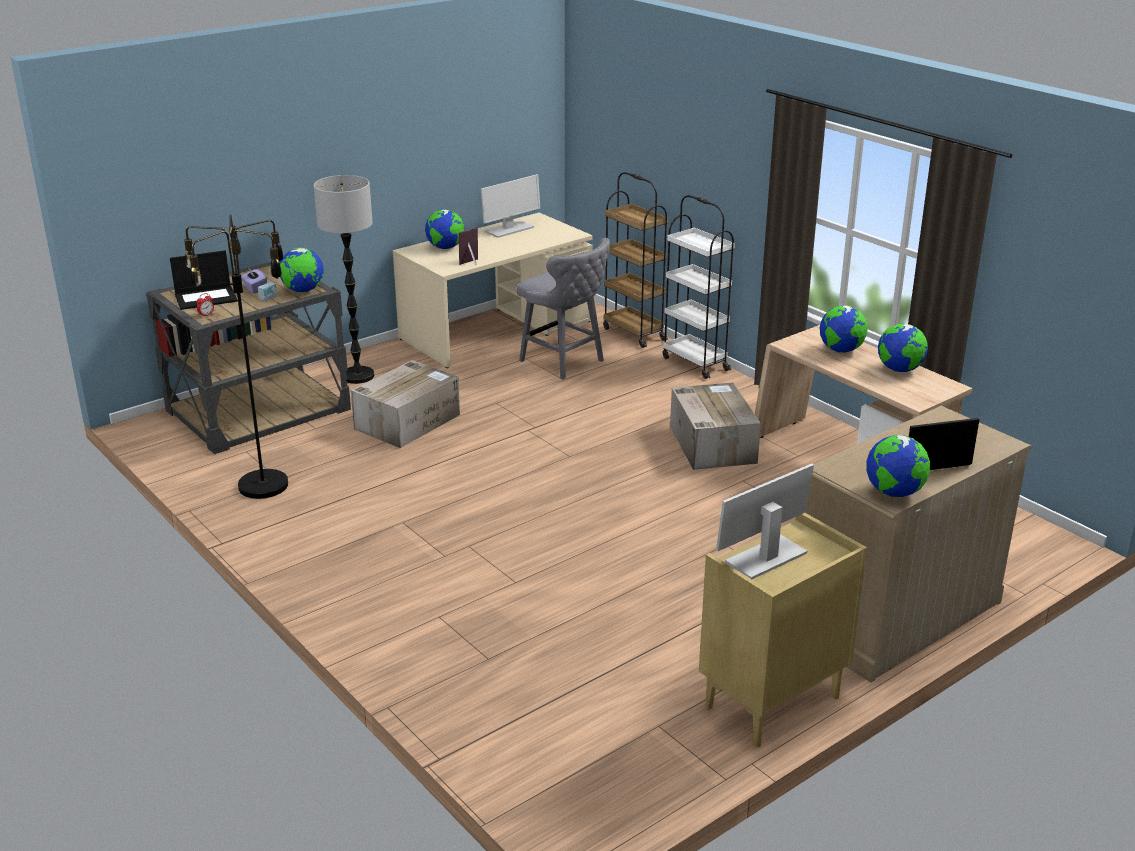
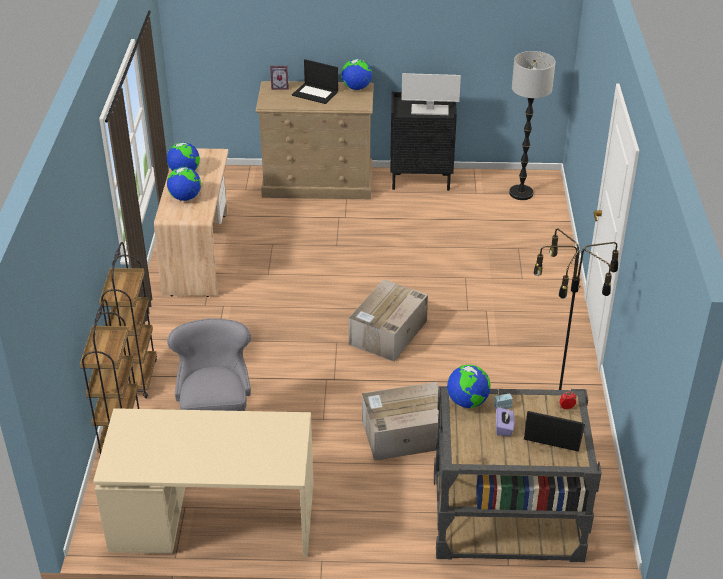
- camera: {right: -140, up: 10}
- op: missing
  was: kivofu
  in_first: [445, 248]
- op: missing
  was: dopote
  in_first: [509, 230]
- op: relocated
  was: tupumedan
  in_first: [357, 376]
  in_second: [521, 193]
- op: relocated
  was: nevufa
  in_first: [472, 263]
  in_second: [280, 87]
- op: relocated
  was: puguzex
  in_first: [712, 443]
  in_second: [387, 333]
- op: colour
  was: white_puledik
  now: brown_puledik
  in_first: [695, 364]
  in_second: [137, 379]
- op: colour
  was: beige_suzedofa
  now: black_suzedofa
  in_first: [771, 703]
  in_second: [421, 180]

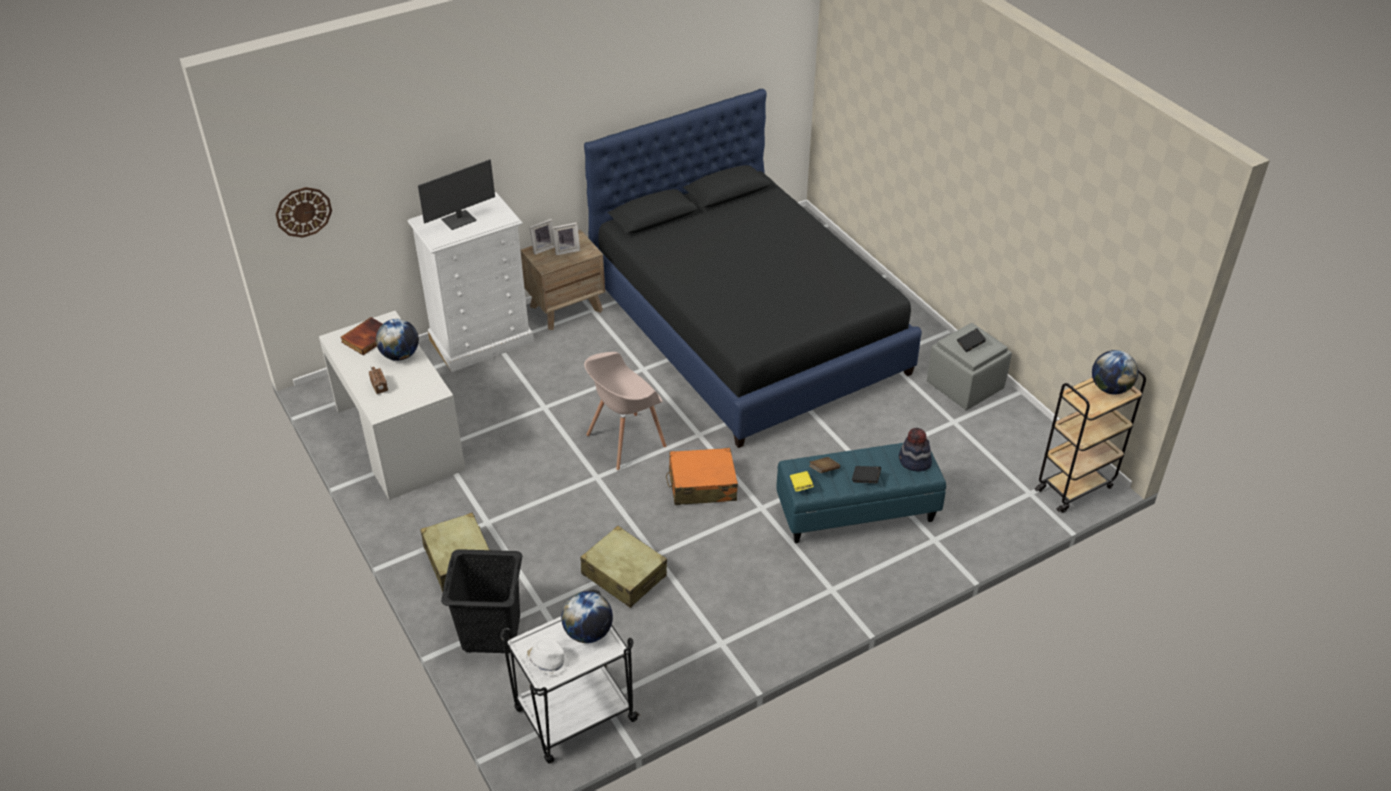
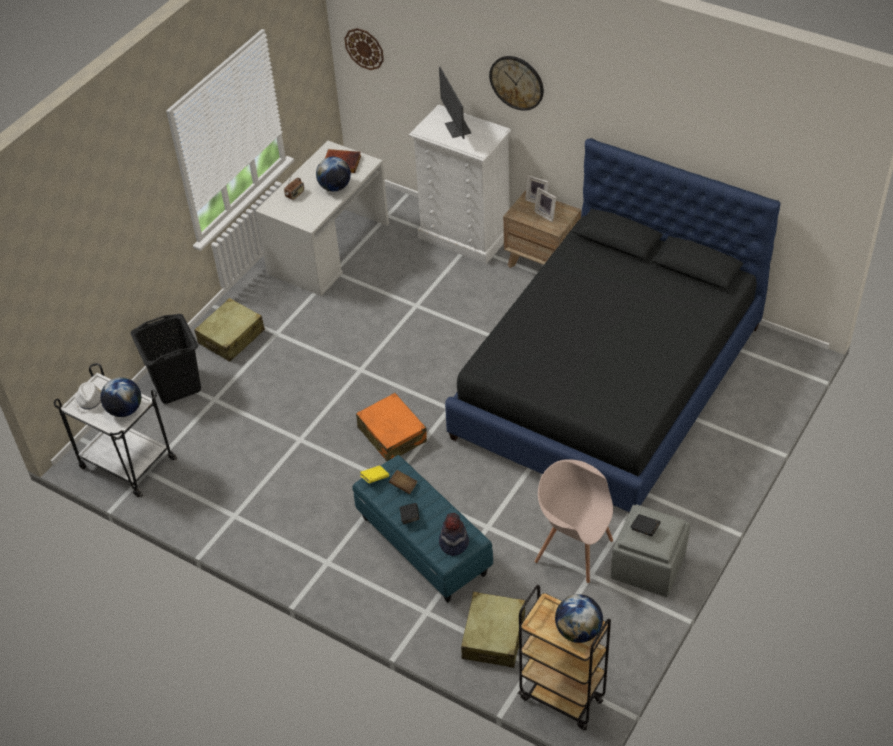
- camera: {right: 65, up: 5}
- op: appeared
  now: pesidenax
  in_second: [517, 82]
- op: relocated
  was: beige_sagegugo
  in_first: [624, 575]
  in_second: [494, 636]
- op: relocated
  was: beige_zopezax
  in_first: [625, 441]
  in_second: [573, 550]
- op: spun
  was: dopote
  in_first: [459, 220]
  in_second: [457, 128]
  clockwise: 45

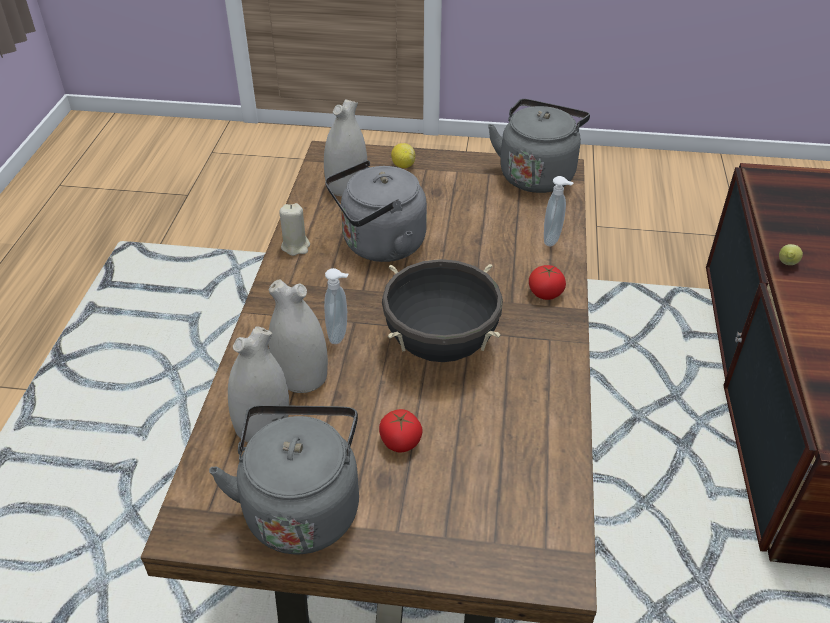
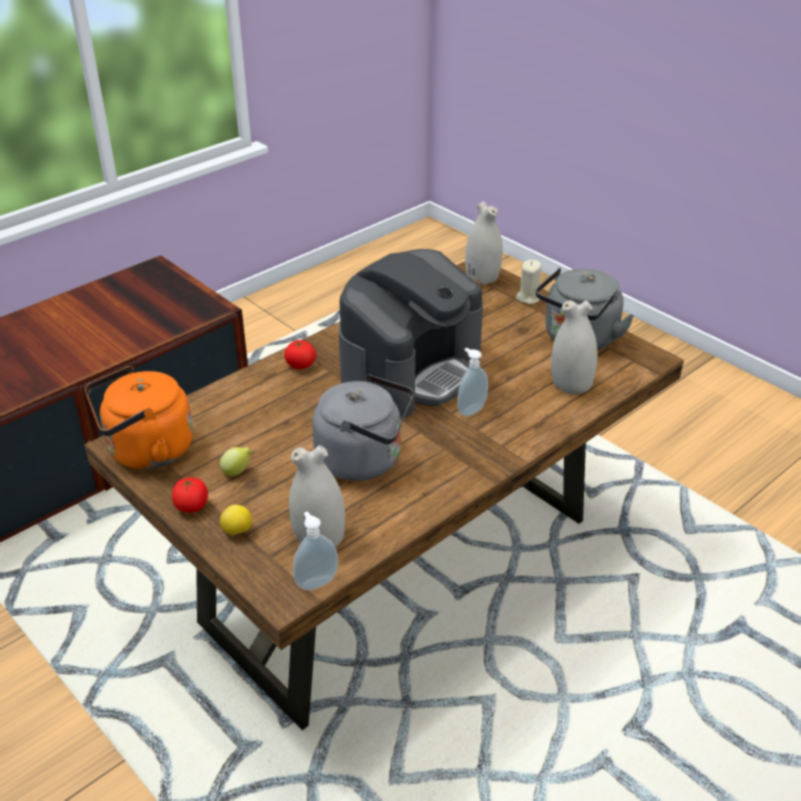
- camera: {right: -140, up: -5}
- op: relocated
  was: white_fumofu
  in_first: [301, 376]
  in_second: [482, 278]
- op: relocated
  was: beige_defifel
  in_first: [296, 246]
  in_second: [528, 298]
- op: relocated
  was: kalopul
  in_first: [400, 442]
  in_second: [191, 506]
- op: relocated
  was: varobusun
  in_first: [553, 240]
  in_second: [315, 581]
- op: relocated
  was: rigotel
  in_first: [786, 264]
  in_second: [237, 471]
- op: exchanged
  was: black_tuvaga
  now: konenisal
  in_first: [441, 345]
  in_second: [411, 371]
- op: colour
  was: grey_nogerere
  now: orange_nogerere
  in_first: [537, 174]
  in_second: [146, 451]

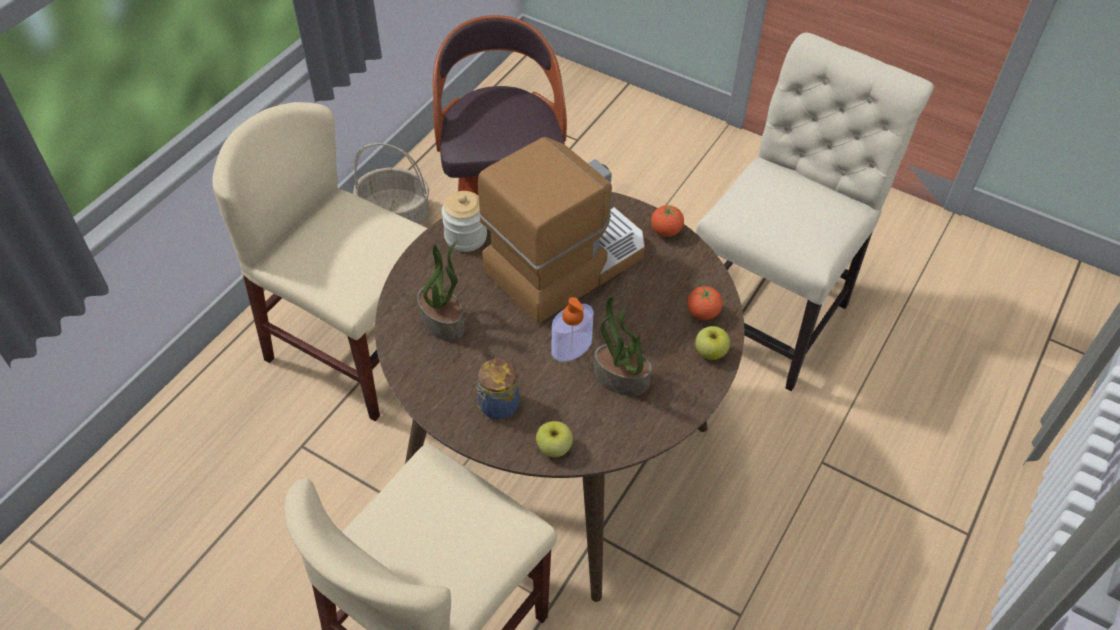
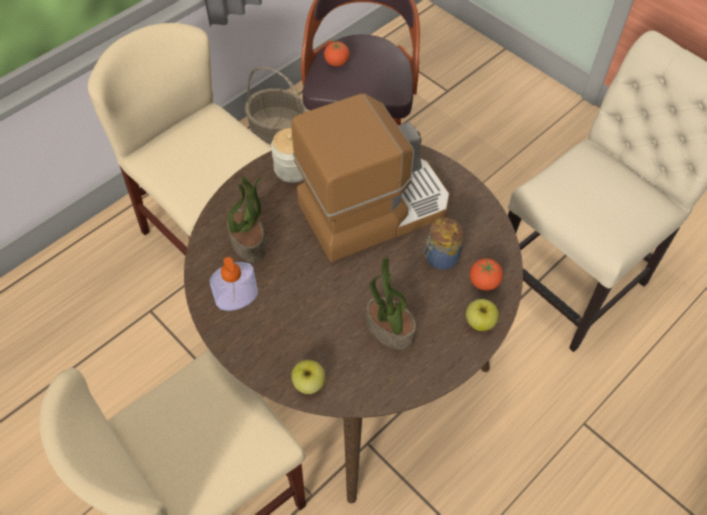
- camera: {right: 15, up: 5}
- op: relocated
  was: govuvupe
  in_first: [497, 406]
  in_second: [440, 258]
- op: relocated
  was: varobusun
  in_first: [571, 347]
  in_second: [237, 298]
- op: relocated
  was: kalopul
  in_first: [666, 231]
  in_second: [337, 63]

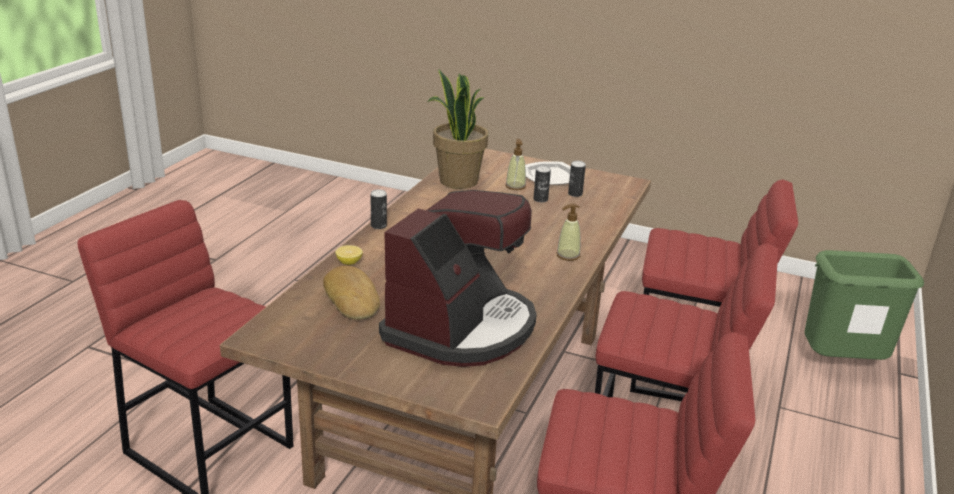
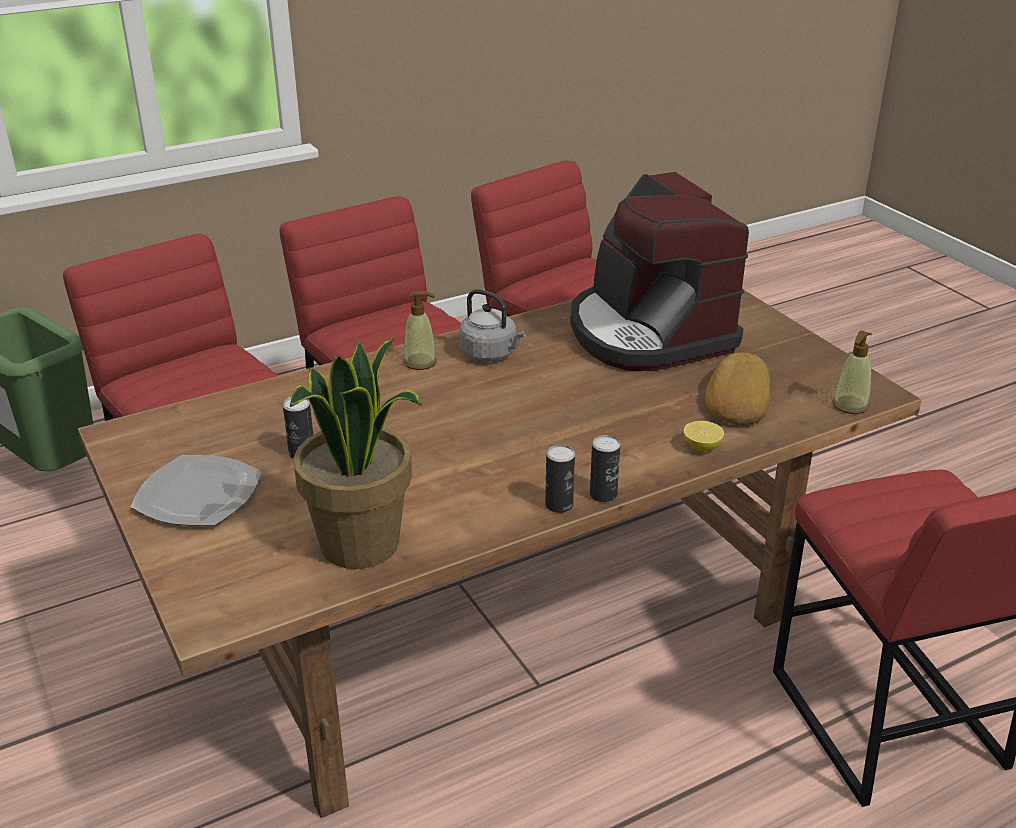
- camera: {right: -140, up: 5}
- op: appeared
  now: grey_nogerere
  in_second: [491, 354]
- op: relocated
  was: varobusun
  in_first: [515, 186]
  in_second: [850, 405]
- op: relocated
  was: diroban
  in_first: [575, 194]
  in_second: [559, 505]
- op: spun
  was: konenisal
  in_first: [461, 328]
  in_second: [648, 333]
  clockwise: -90

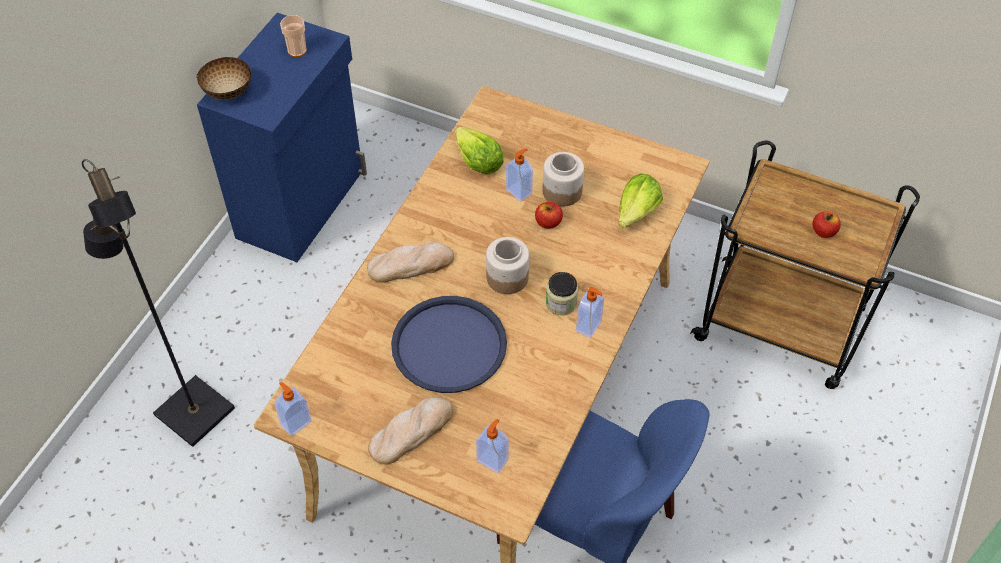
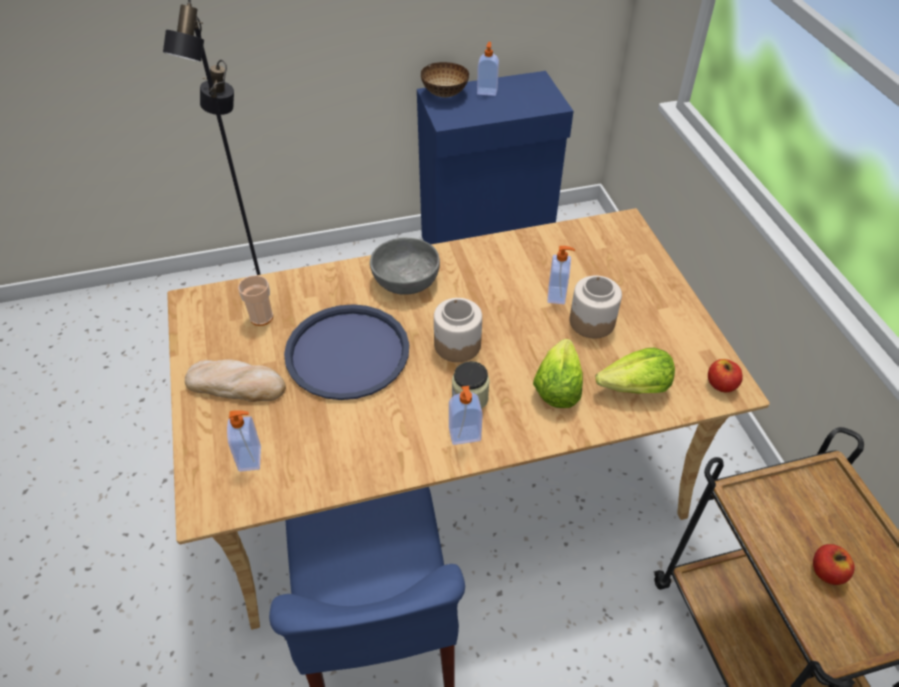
- camera: {right: 50, up: -5}
- op: relocated
  was: varobusun
  in_first: [295, 422]
  in_second: [487, 91]
- op: relocated
  was: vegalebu
  in_first: [297, 50]
  in_second: [261, 317]
- op: relocated
  was: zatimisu
  in_first: [477, 162]
  in_second: [557, 387]
- op: relocated
  was: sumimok
  in_first: [548, 222]
  in_second: [721, 384]
- op: exchanged
  was: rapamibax
  now: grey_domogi
  in_first: [411, 264]
  in_second: [405, 280]

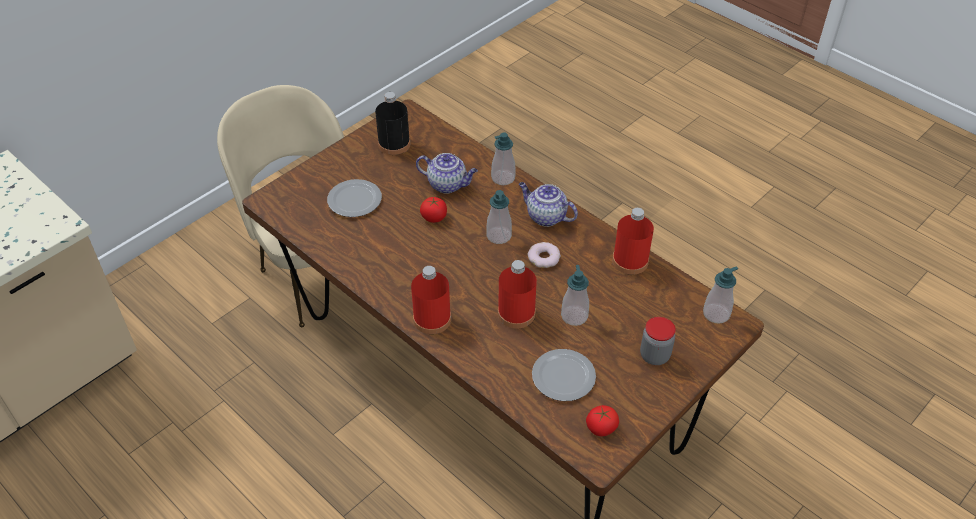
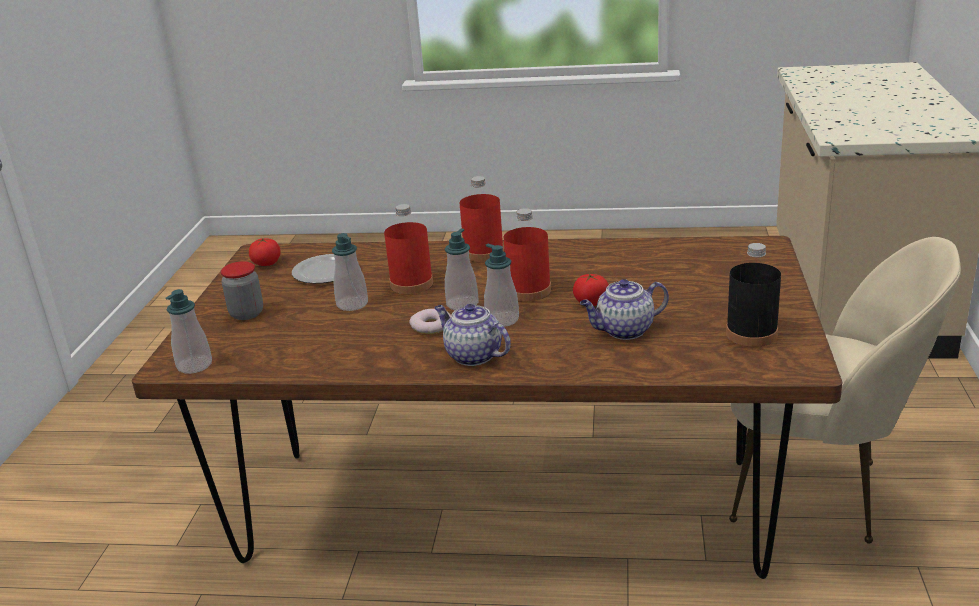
- camera: {right: 145, up: -20}
- op: missing
  was: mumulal
  in_first: [353, 200]
- op: relocated
  was: varobusun
  in_first: [503, 178]
  in_second: [462, 304]
- op: relocated
  was: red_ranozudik
  in_first: [630, 261]
  in_second: [528, 291]
- op: spun
  was: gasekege
  in_first: [545, 217]
  in_second: [472, 355]
  clockwise: -135

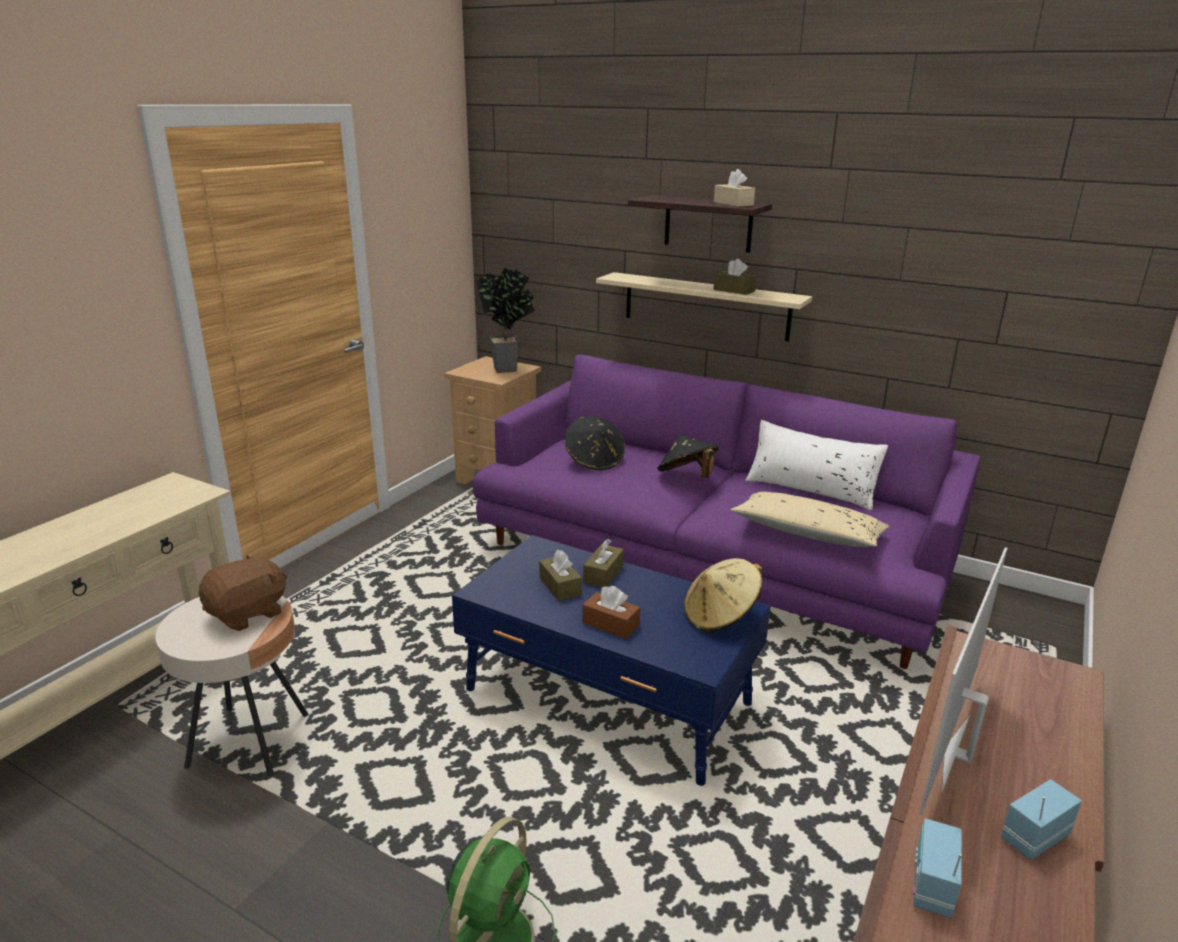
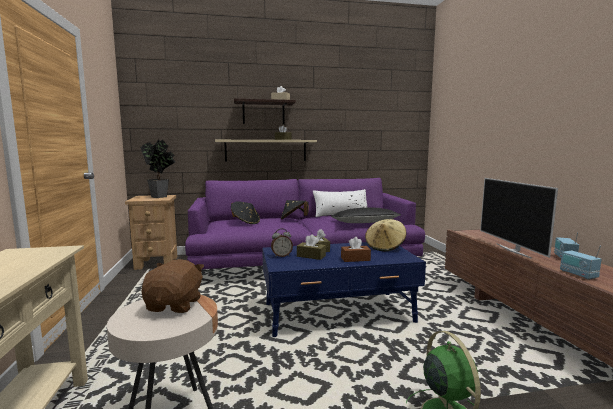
- camera: {right: -40, up: -15}
- op: appeared
  now: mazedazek
  in_second: [281, 256]
- op: colour
  was: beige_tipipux
  now: black_tipipux
  in_first: [807, 533]
  in_second: [364, 223]

